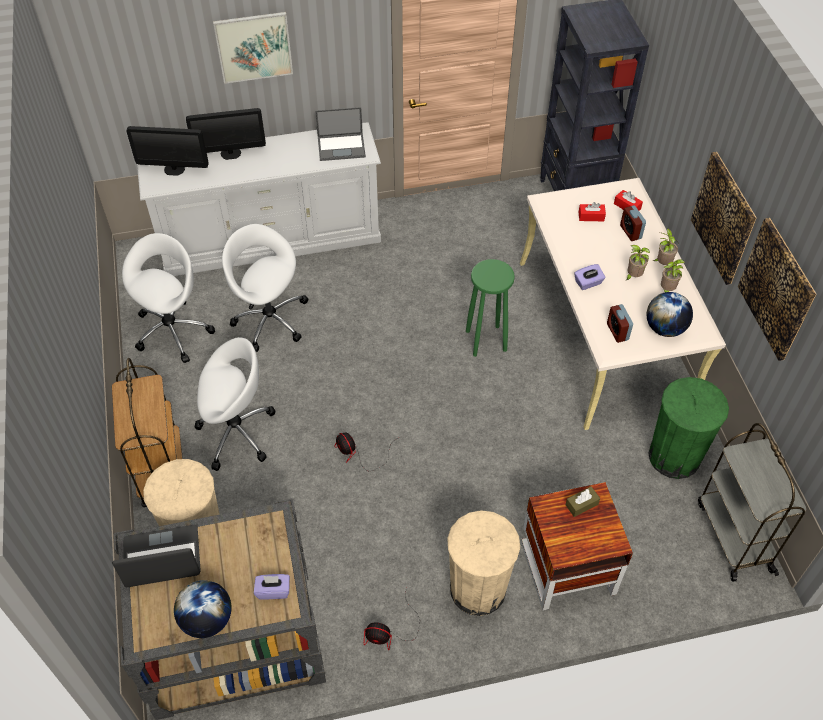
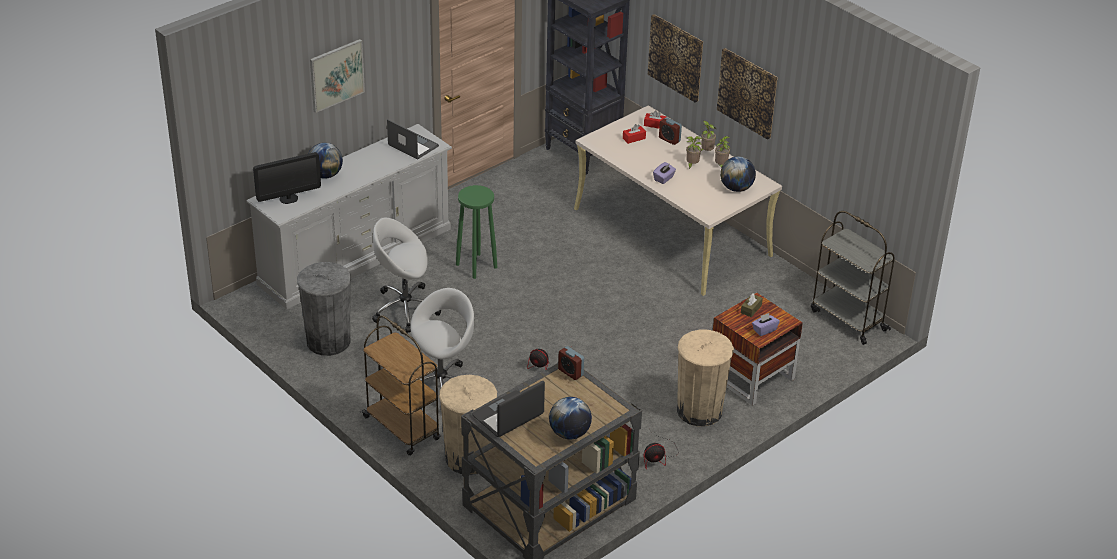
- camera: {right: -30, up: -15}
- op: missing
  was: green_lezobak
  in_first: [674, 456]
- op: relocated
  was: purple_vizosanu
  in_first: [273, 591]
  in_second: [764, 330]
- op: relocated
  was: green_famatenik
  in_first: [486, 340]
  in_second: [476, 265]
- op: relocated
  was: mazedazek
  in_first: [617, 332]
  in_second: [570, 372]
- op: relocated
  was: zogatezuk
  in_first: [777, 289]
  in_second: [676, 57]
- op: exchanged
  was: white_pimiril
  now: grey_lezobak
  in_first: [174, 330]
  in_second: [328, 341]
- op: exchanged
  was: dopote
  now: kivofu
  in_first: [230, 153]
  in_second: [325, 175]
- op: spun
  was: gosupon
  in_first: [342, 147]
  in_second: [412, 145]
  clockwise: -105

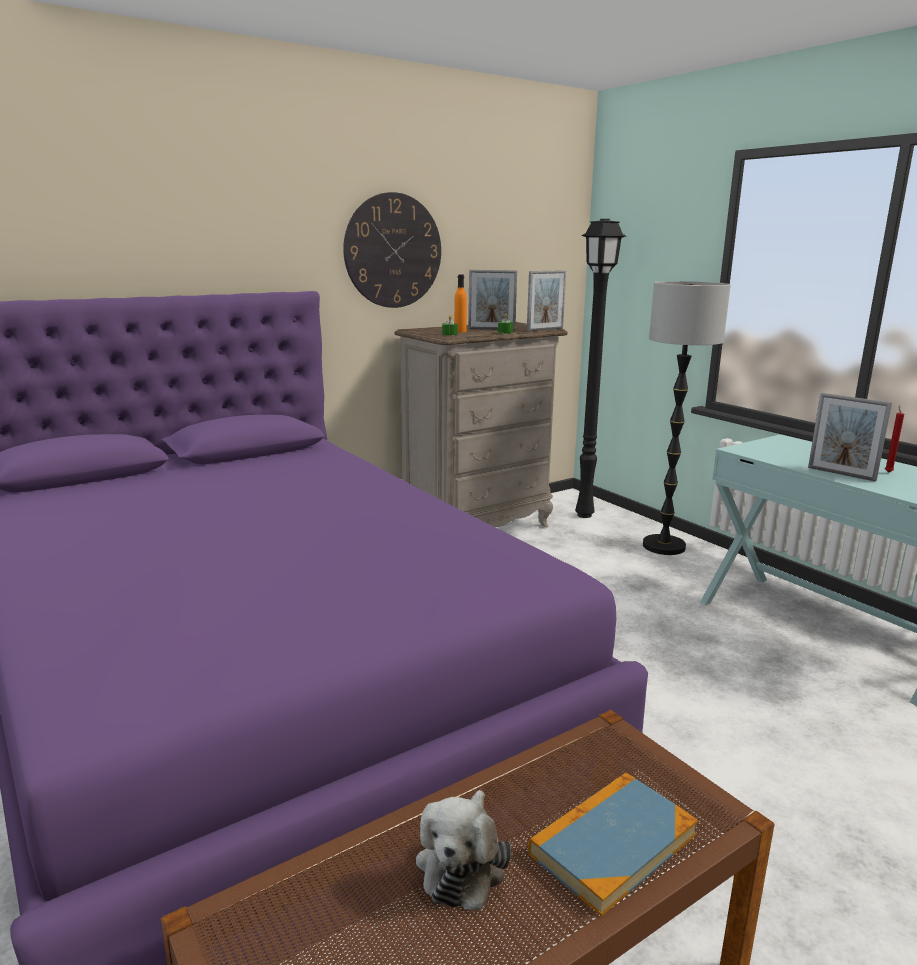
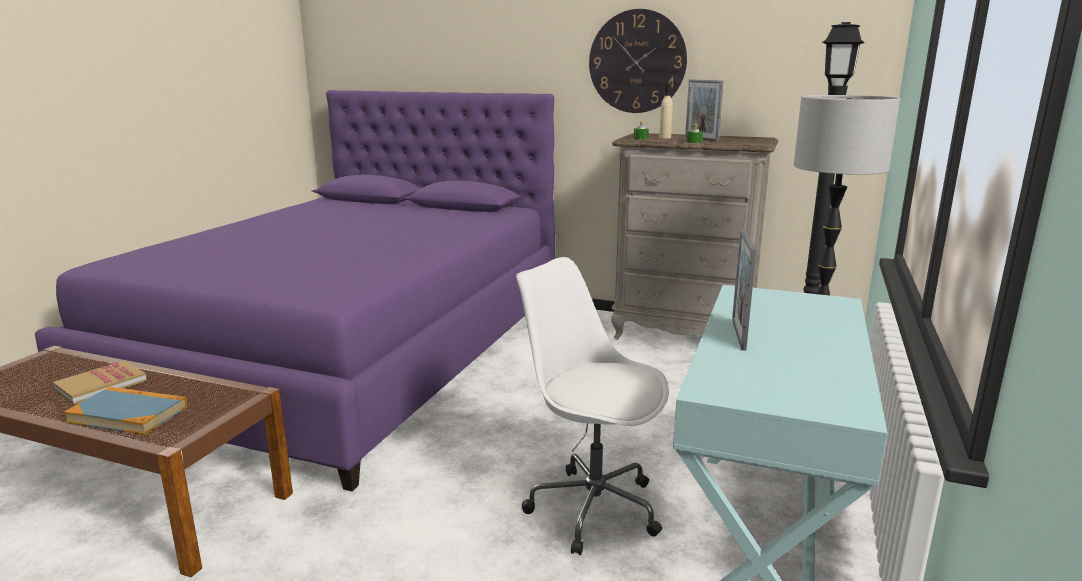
- camera: {right: 55, up: 0}
- op: missing
  was: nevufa
  in_first: [545, 330]
- op: missing
  was: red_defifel
  in_first: [888, 472]
- op: appeared
  now: white_pimiril
  in_second: [591, 508]
- op: exchanged
  was: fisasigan
  now: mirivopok
  in_first: [462, 864]
  in_second: [101, 385]
- op: colour
  was: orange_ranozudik
  now: beige_ranozudik
  in_first: [460, 331]
  in_second: [665, 137]

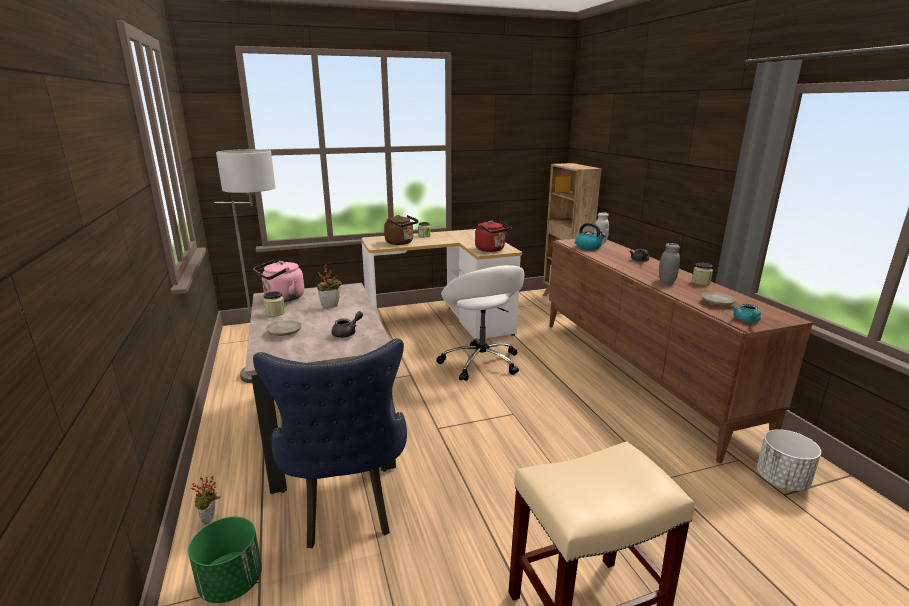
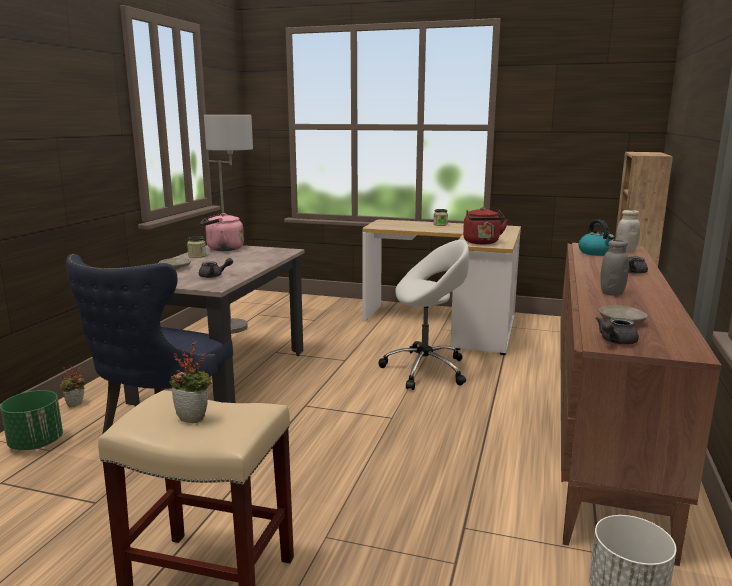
- camera: {right: 35, up: -5}
- op: missing
  was: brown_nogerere
  in_first: [401, 243]
- op: missing
  was: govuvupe
  in_first: [700, 282]
- op: relocated
  was: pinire
  in_first: [331, 306]
  in_second: [194, 418]
- op: colour
  was: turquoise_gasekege
  now: grey_gasekege
  in_first: [747, 321]
  in_second: [615, 342]
- op: spun
  was: white_pimiril
  in_first: [481, 363]
  in_second: [427, 369]
  clockwise: -105

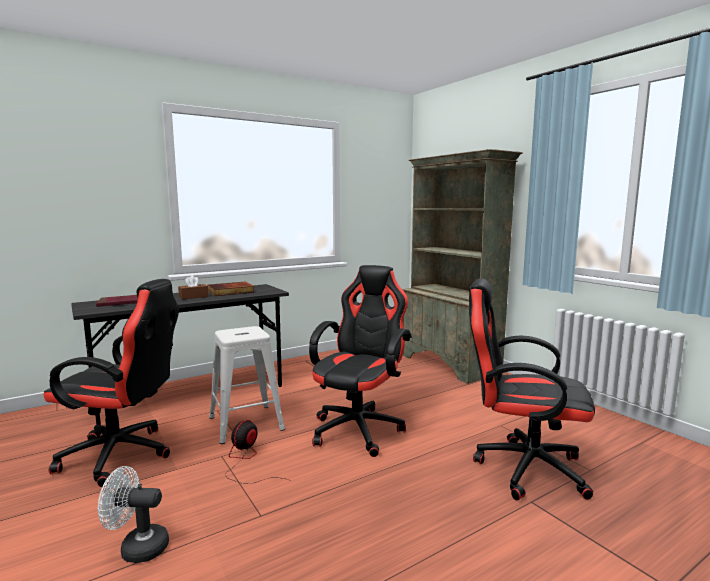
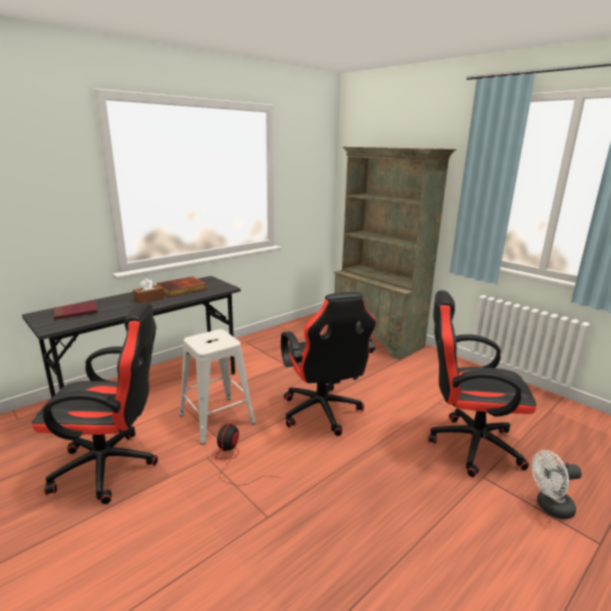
- camera: {right: -10, up: 10}
- op: relocated
  was: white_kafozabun
  in_first: [137, 547]
  in_second: [549, 507]
- op: spun
  was: black_pimiril
  in_first: [360, 428]
  in_second: [322, 415]
  clockwise: 150

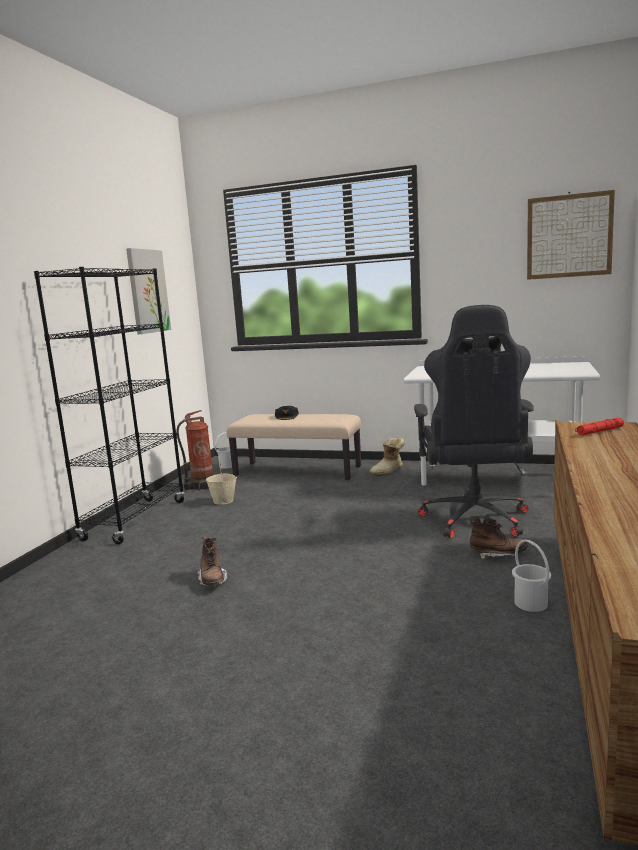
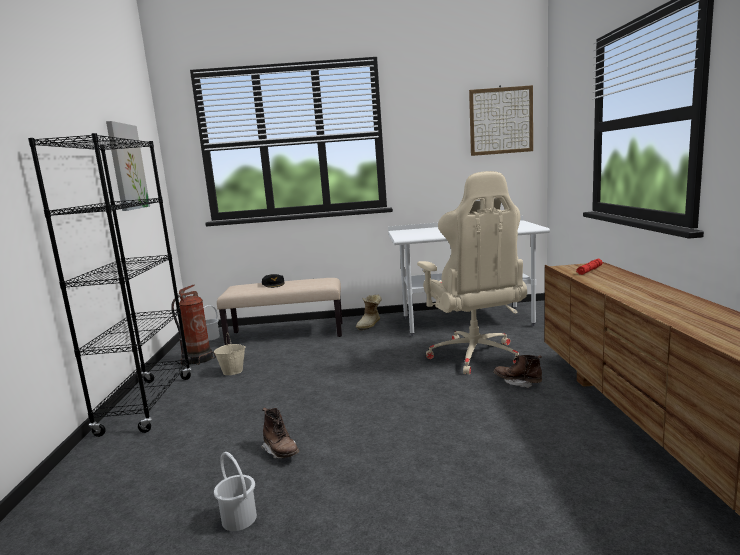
- camera: {right: -20, up: 0}
- op: relocated
  was: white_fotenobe
  in_first: [531, 603]
  in_second: [239, 518]
- op: colour
  was: black_pimiril
  now: beige_pimiril
  in_first: [474, 518]
  in_second: [474, 355]
- op: spun
  was: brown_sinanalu
  in_first: [498, 555]
  in_second: [517, 382]
  clockwise: -135

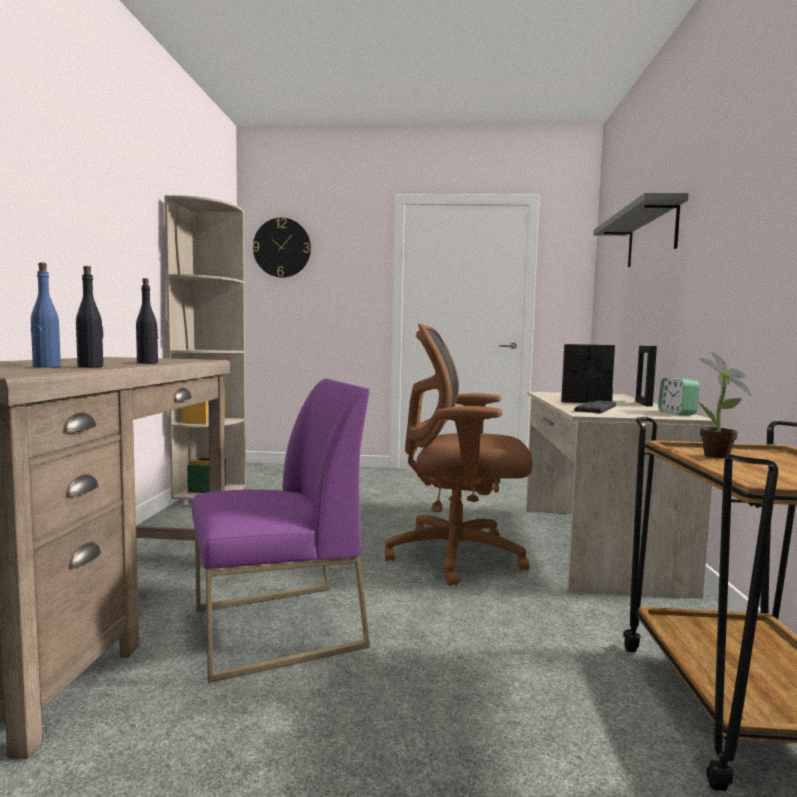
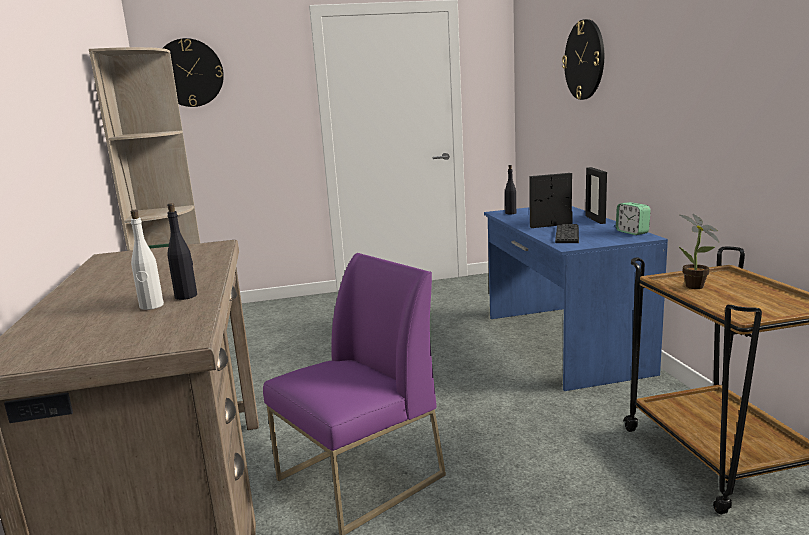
- camera: {right: -15, up: 10}
- op: missing
  was: brown_pimiril
  in_first: [464, 555]
- op: relocated
  was: black_ranozudik
  in_first: [148, 363]
  in_second: [510, 213]
- op: exchanged
  was: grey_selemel
  now: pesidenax
  in_first: [651, 236]
  in_second: [584, 60]
- op: colour
  was: blue_ranozudik
  now: white_ranozudik
  in_first: [46, 367]
  in_second: [151, 306]
- op: colour
  was: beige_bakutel
  now: blue_bakutel
  in_first: [594, 546]
  in_second: [562, 343]

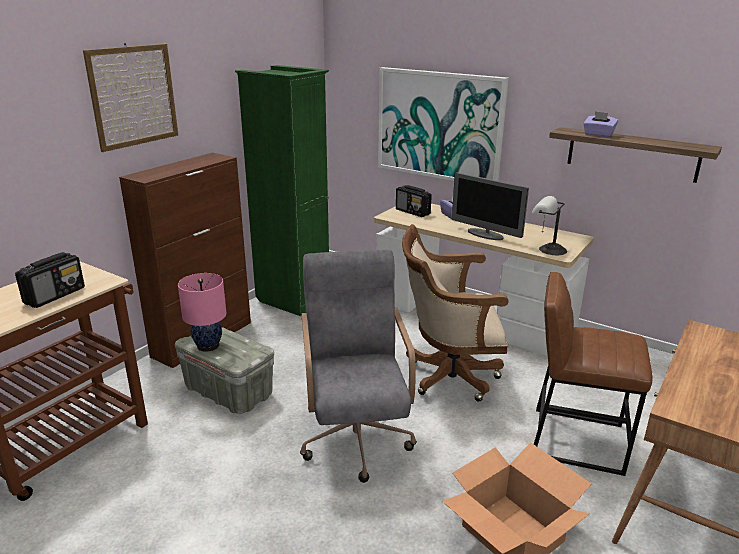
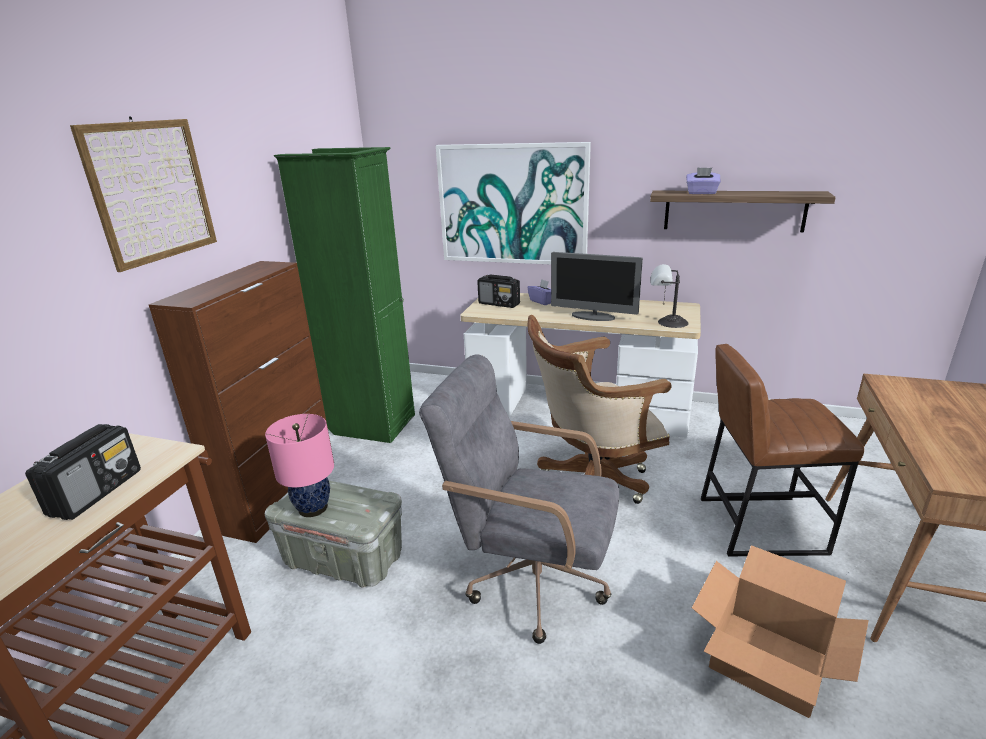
- camera: {right: -15, up: 0}
- op: spun
  was: grey_pimiril
  in_first: [355, 439]
  in_second: [529, 584]
  clockwise: -45

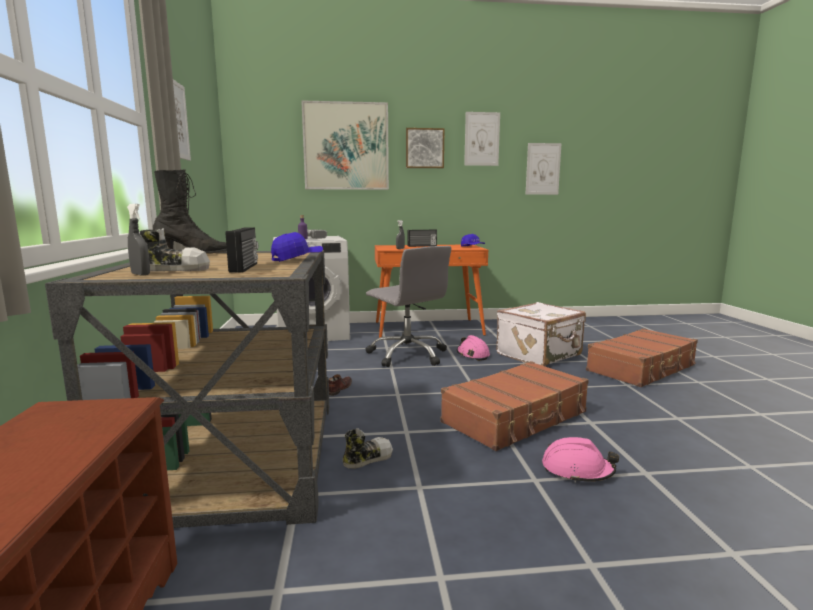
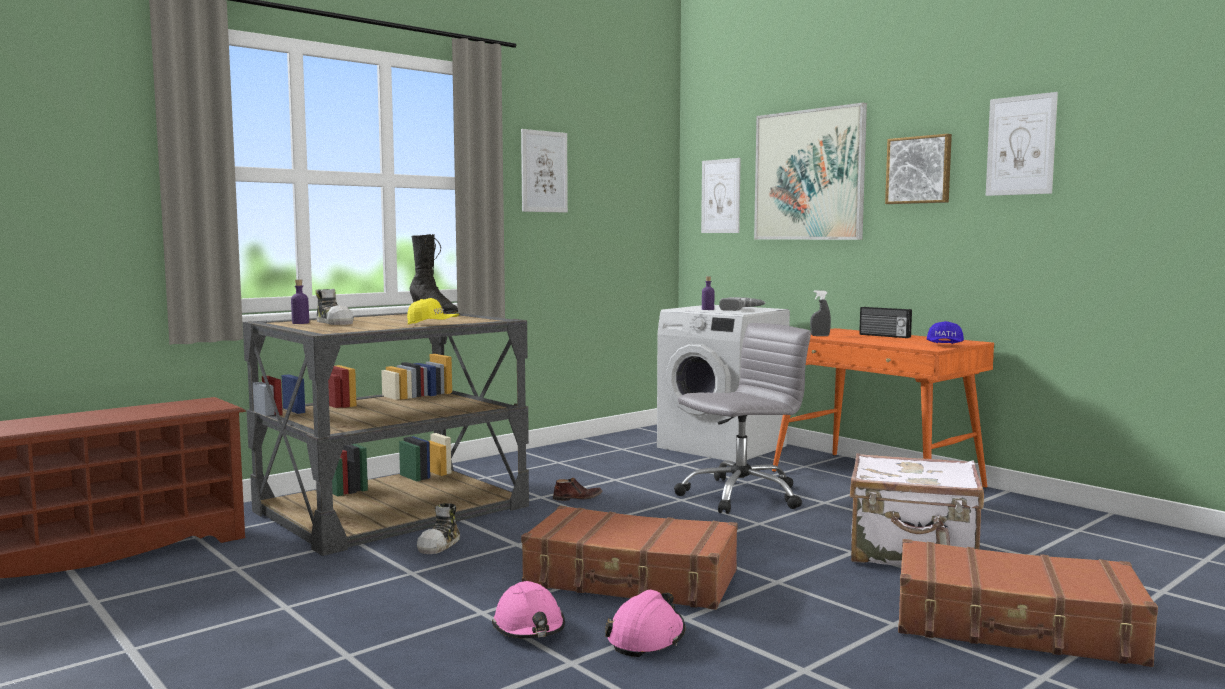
- camera: {right: 55, up: -5}
- op: missing
  was: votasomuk
  in_first: [245, 267]
- op: relocated
  was: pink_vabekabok
  in_first: [472, 355]
  in_second: [646, 638]
- op: relocated
  was: zogatezuk
  in_first: [543, 169]
  in_second: [720, 196]
- op: exchanged
  was: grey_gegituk
  now: purple_ranozudik
  in_first: [140, 274]
  in_second: [300, 323]
- op: colour
  was: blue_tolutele
  now: yellow_tolutele
  in_first: [297, 259]
  in_second: [432, 324]
- op: spun
  was: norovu
  in_first: [367, 458]
  in_second: [440, 544]
  clockwise: 90
- op: spun
  was: grey_pimiril
  in_first: [408, 355]
  in_second: [741, 495]
  clockwise: -135

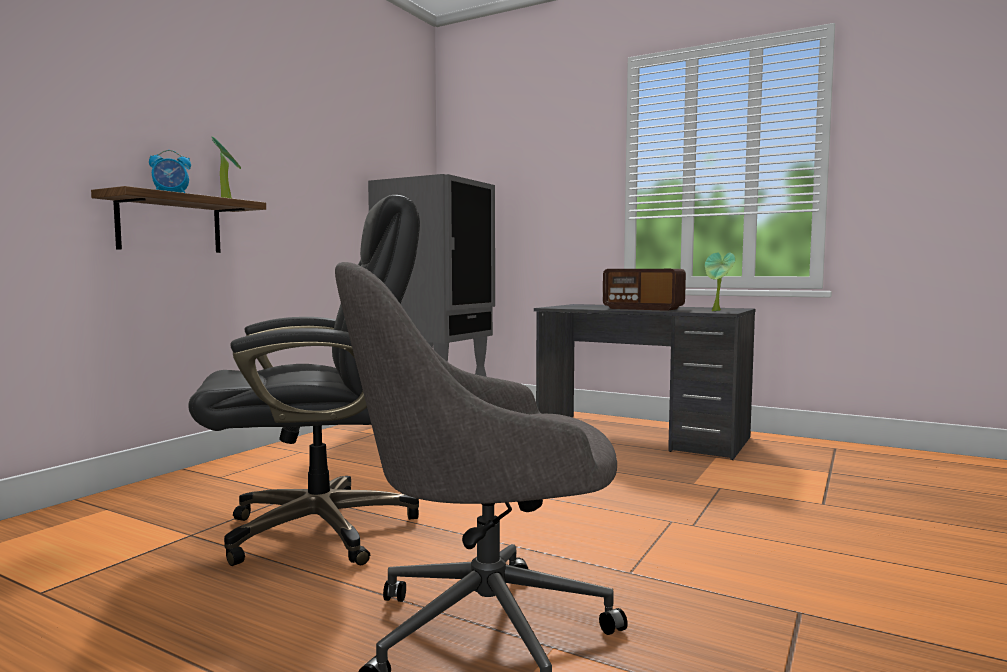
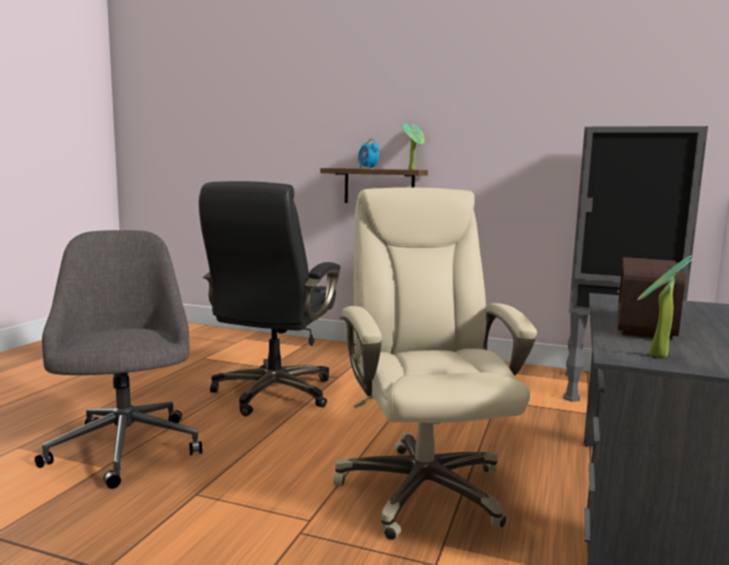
- camera: {right: 80, up: 5}
- op: appeared
  now: beige_pimiril
  in_second: [424, 493]
- op: spun
  was: black_pimiril
  in_first: [316, 530]
  in_second: [275, 391]
  clockwise: 45

